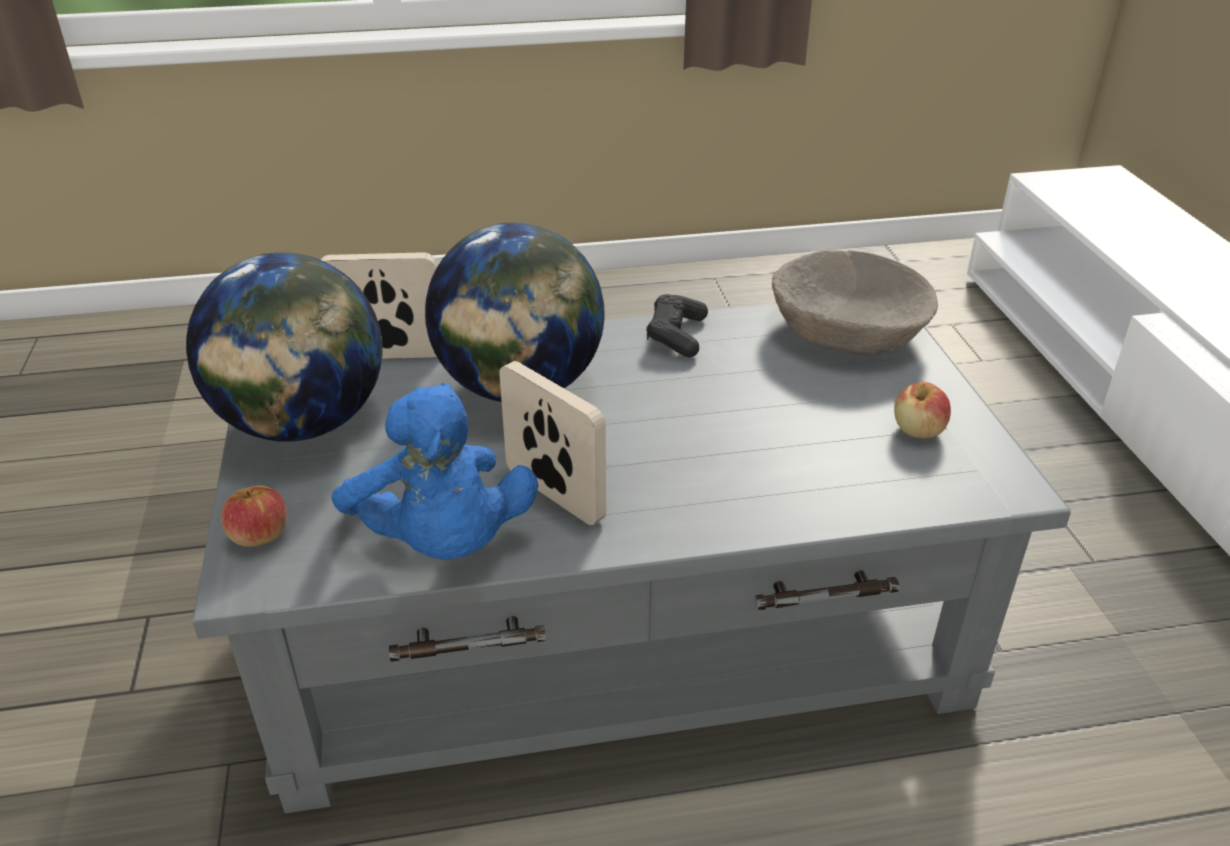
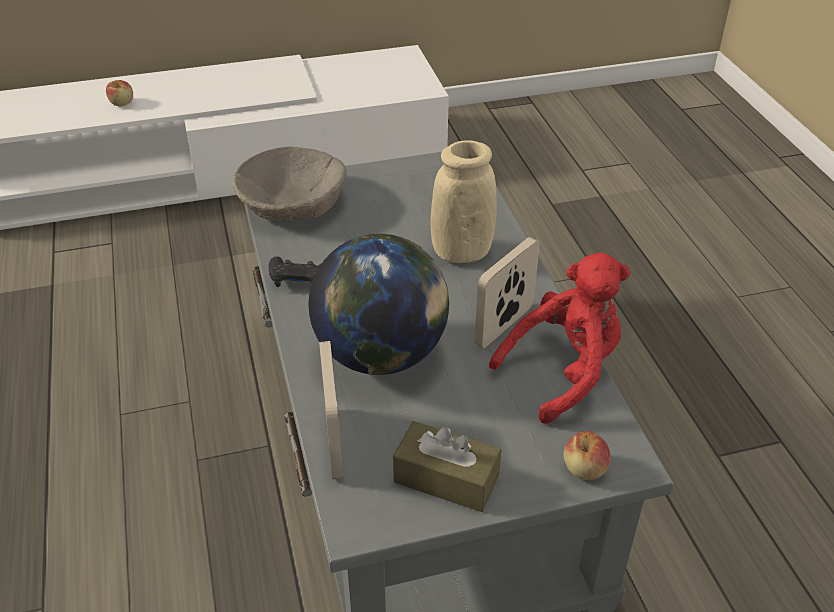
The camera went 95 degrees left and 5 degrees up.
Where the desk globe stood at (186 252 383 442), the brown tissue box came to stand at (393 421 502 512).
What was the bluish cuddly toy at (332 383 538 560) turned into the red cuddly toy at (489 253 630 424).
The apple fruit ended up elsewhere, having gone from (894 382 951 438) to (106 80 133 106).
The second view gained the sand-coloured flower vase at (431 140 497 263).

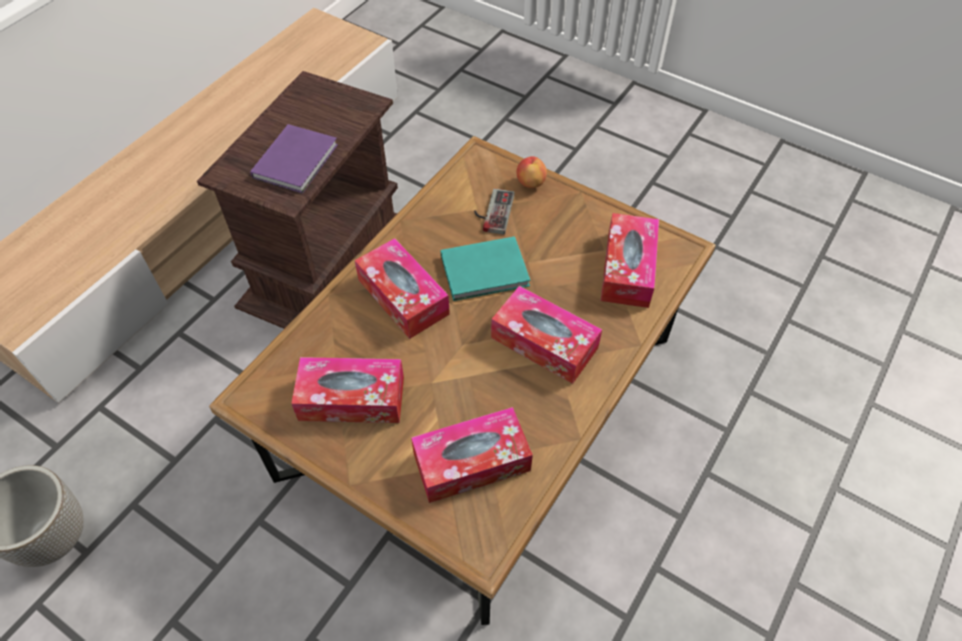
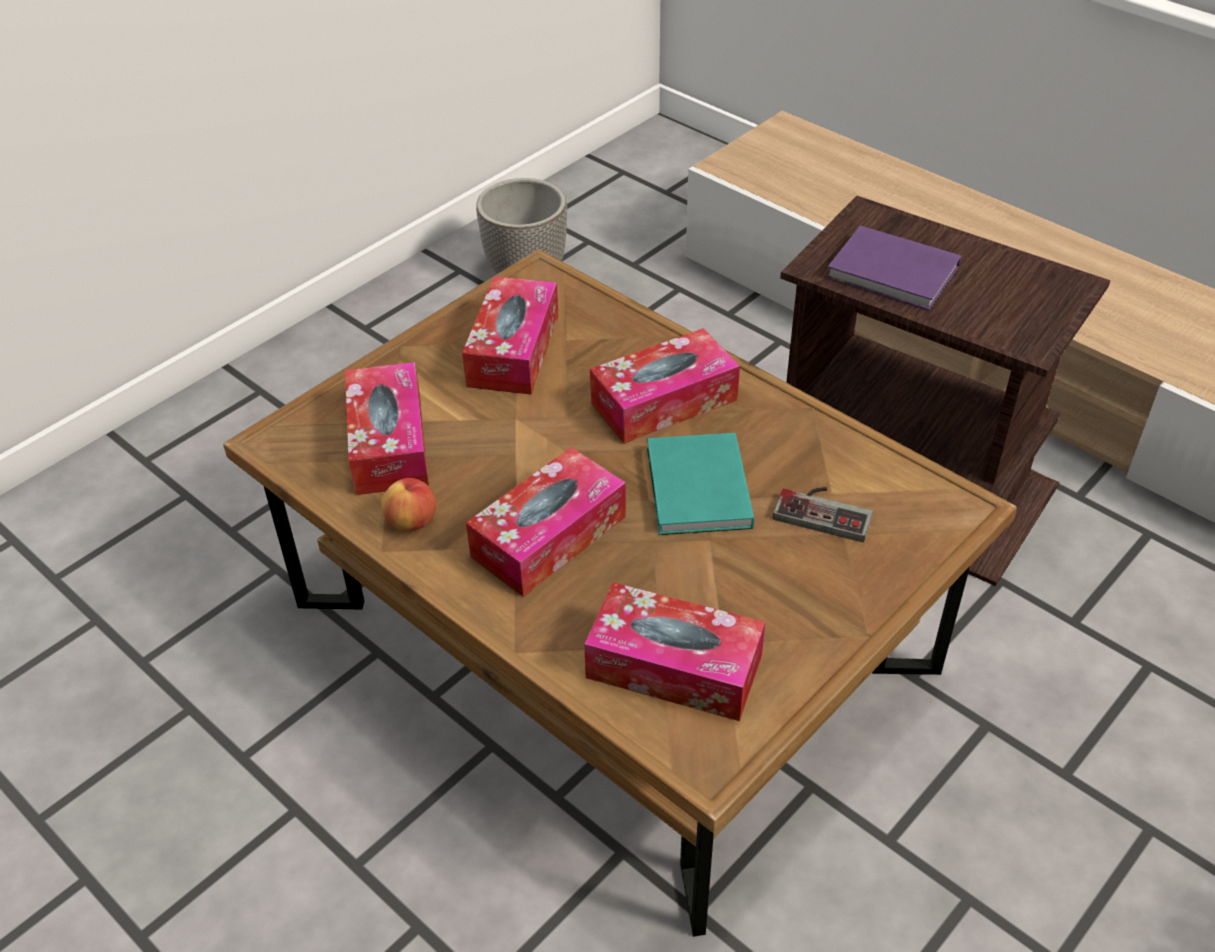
The camera went 100 degrees right and 10 degrees down.
The apple fruit ended up elsewhere, having gone from (517 156 547 188) to (381 478 436 531).

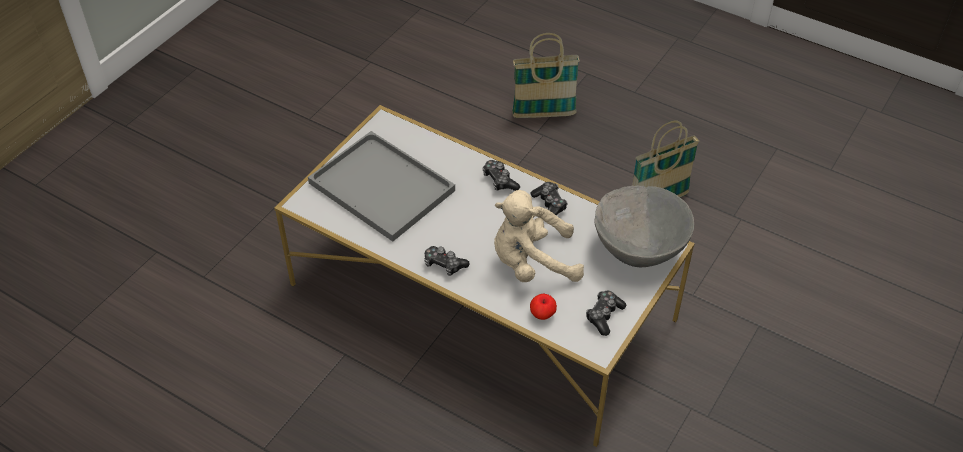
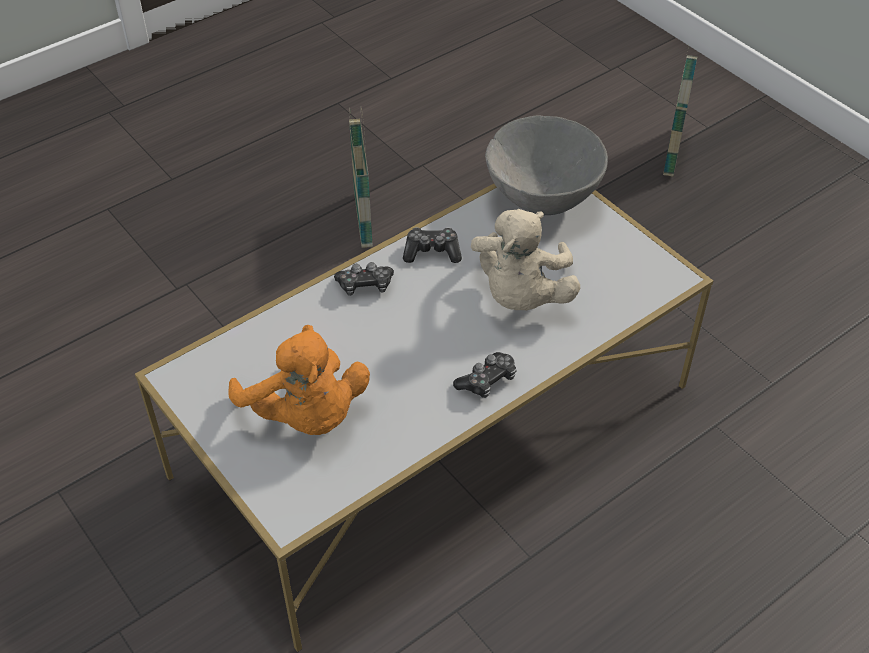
The camera went 70 degrees left and 0 degrees up.
Where the greyish carrying tray stood at (308 131 455 242), the orange cuddly toy came to stand at (228 325 370 435).
The household basket ended up elsewhere, having gone from (512 33 580 118) to (663 50 697 177).
The second view lost the apple fruit at (530 294 557 320).
The second view lost the game controller at (586 290 626 336).

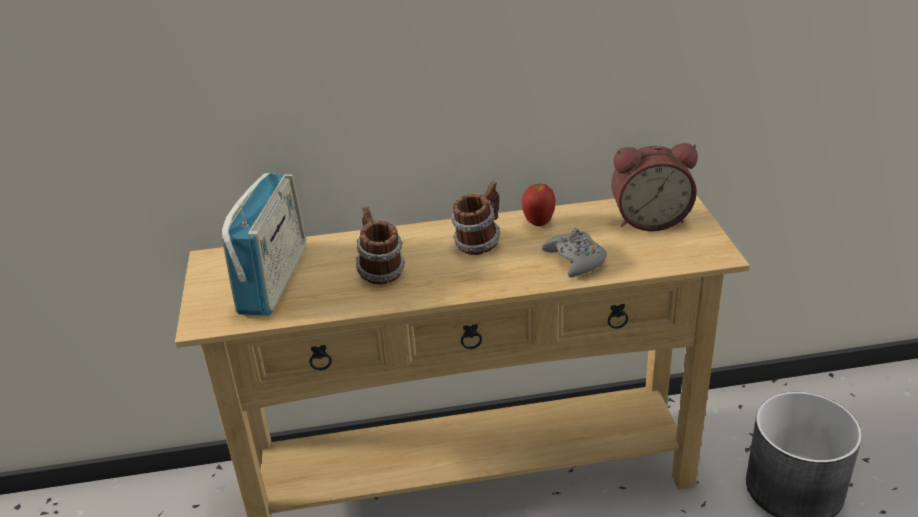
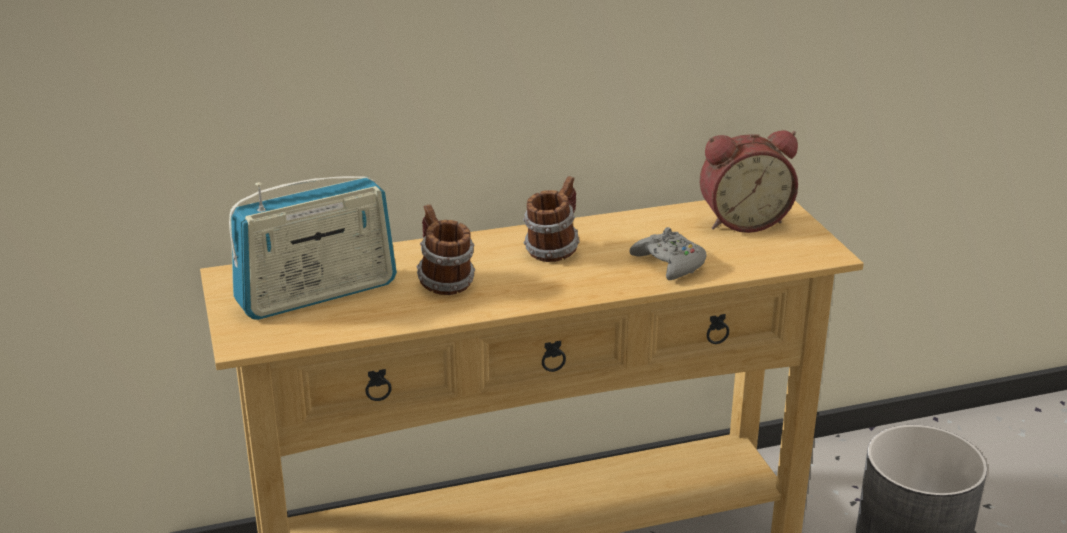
The camera went 10 degrees left and 5 degrees down.
The radio at (222 173 306 316) ended up facing another way, 60 degrees clockwise from before.
The second view lost the apple fruit at (522 184 556 226).

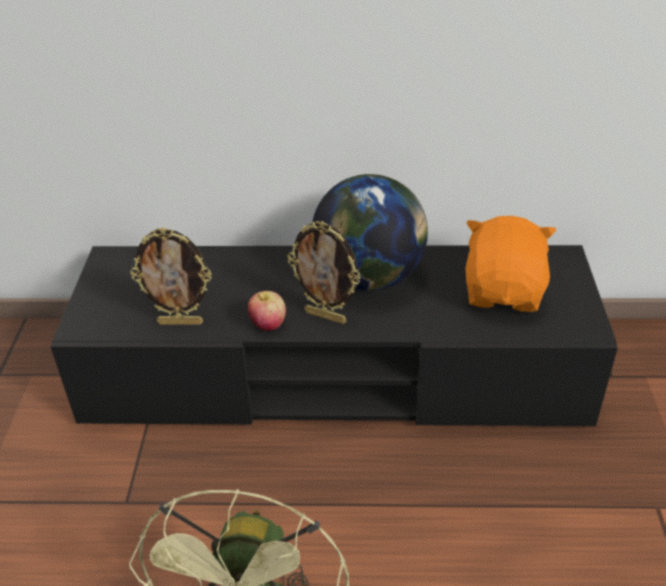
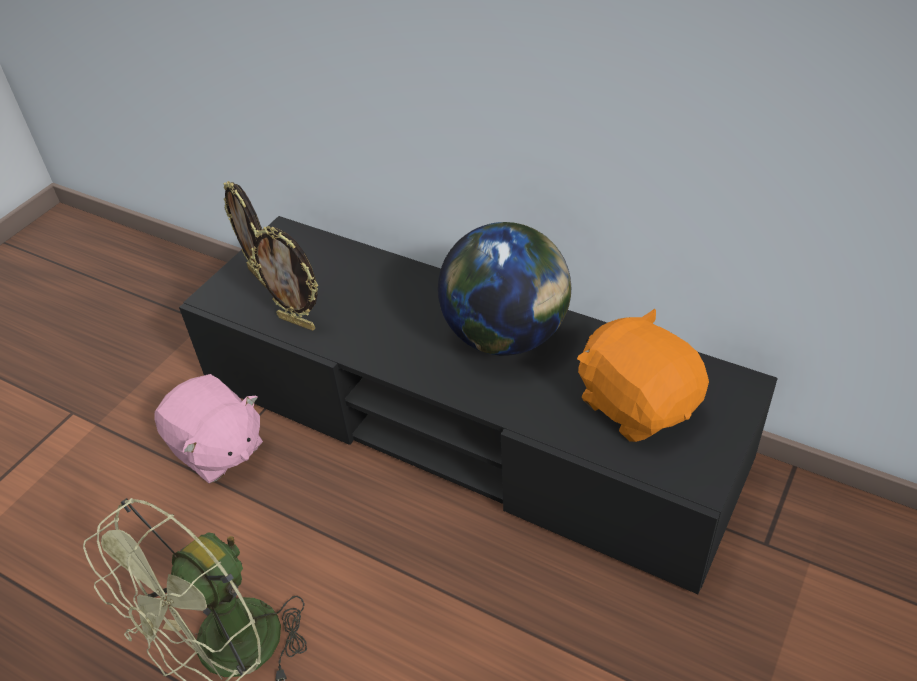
The camera went 30 degrees right and 5 degrees up.
The second view lost the apple fruit at (248 291 286 331).
The picture frame ended up elsewhere, having gone from (287 221 361 324) to (223 181 267 289).
The orange cuddly toy at (466 216 556 312) ended up facing another way, 75 degrees counterclockwise from before.
The second view gained the pink-coloured cuddly toy at (155 374 263 483).

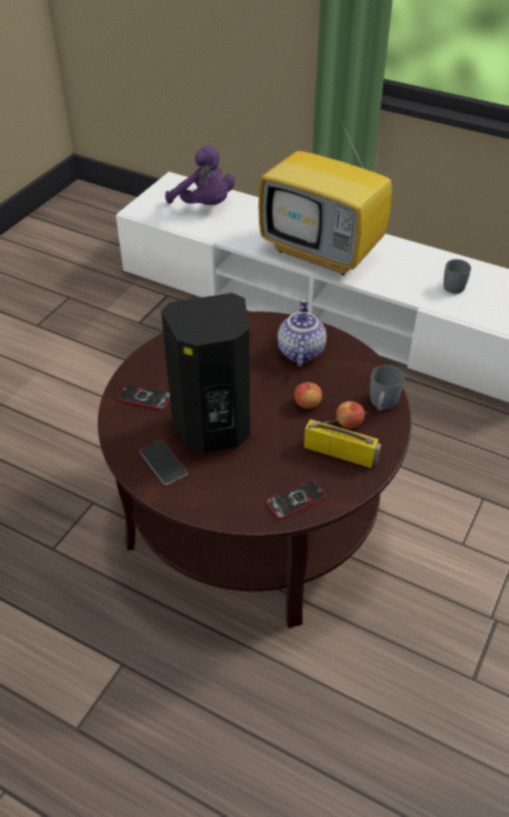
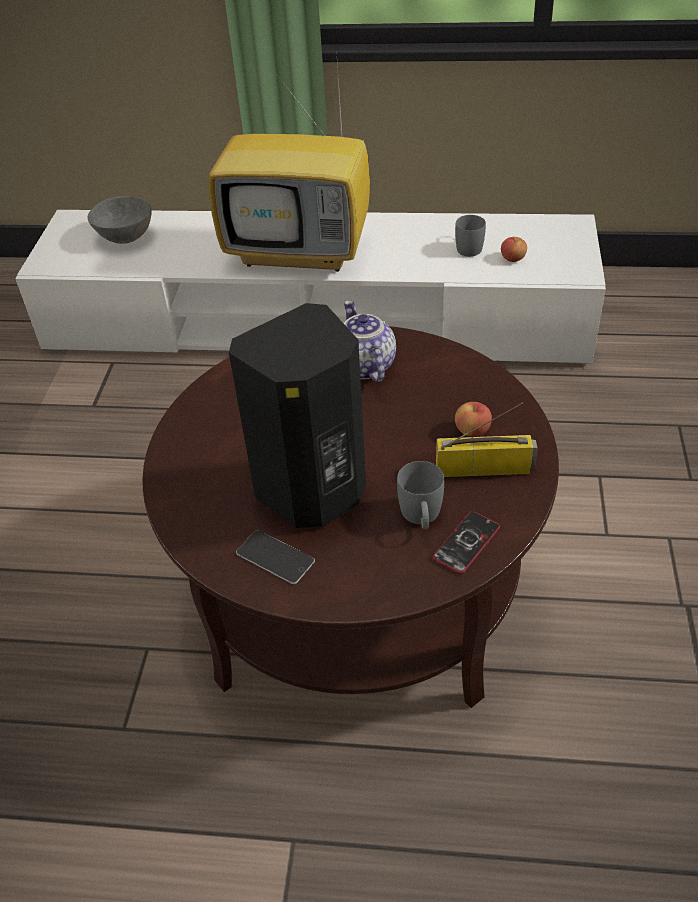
The camera went 20 degrees left and 0 degrees up.
The second view lost the phone at (118 384 170 410).
Where the purple cuddly toy stood at (165 145 235 205), the greyish bowl came to stand at (87 196 152 244).
The apple fruit ended up elsewhere, having gone from (294 382 322 409) to (501 237 527 262).
The greyish coffee mug ended up elsewhere, having gone from (370 365 404 411) to (397 461 444 529).

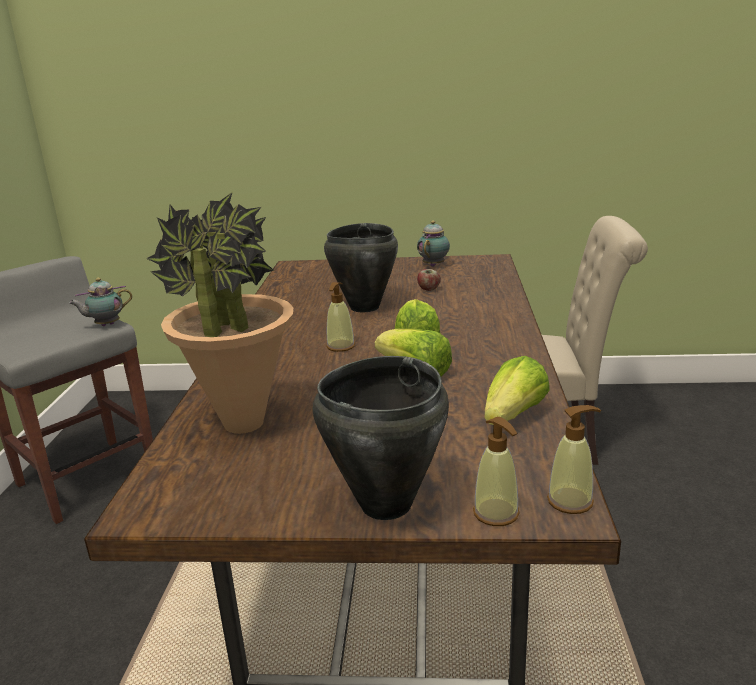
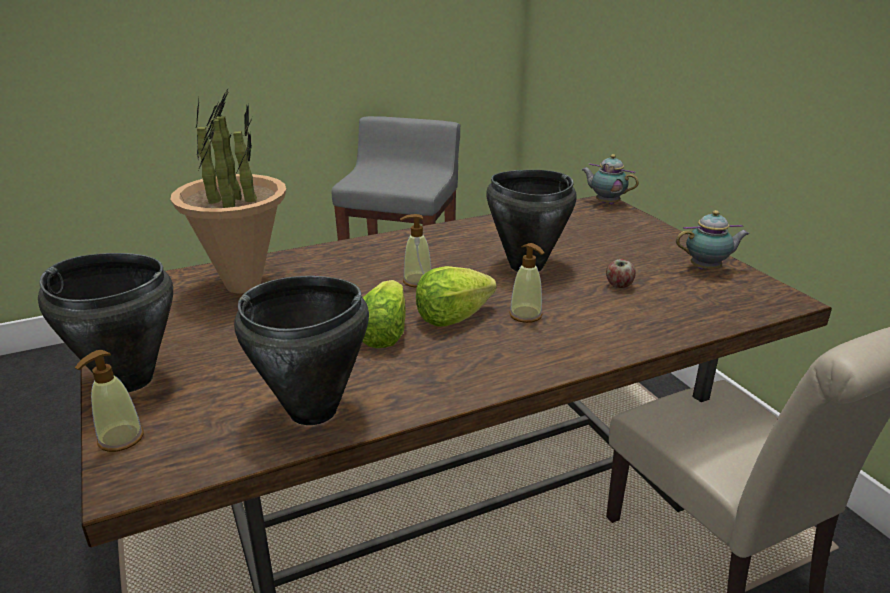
The camera went 60 degrees right and 5 degrees up.
The teapot ended up elsewhere, having gone from (69 278 132 326) to (581 154 639 205).
Where the head of lettuce stood at (484 356 550 425), the black cooking pot came to stand at (234 276 369 425).
The soap dispenser ended up elsewhere, having gone from (547 405 601 514) to (509 243 544 323).

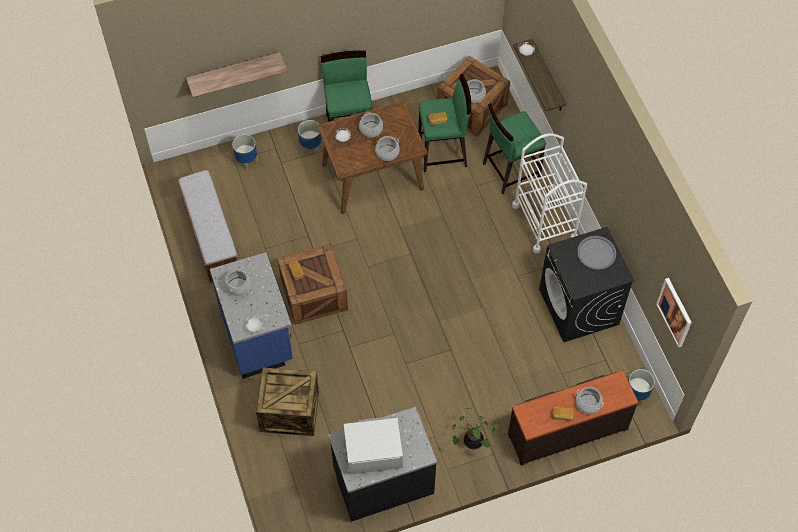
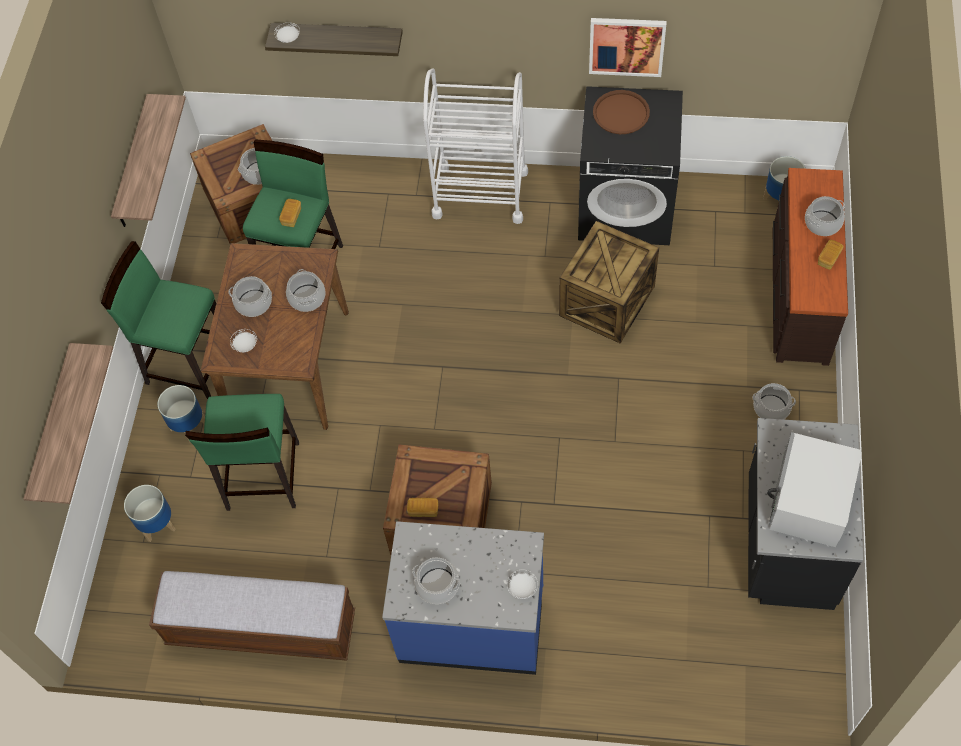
The camera went 60 degrees left and 0 degrees up.
The crate ended up elsewhere, having gone from (256 368 319 436) to (559 221 659 344).
Where the potted plant stood at (452 408 499 450), the cooking pot came to stand at (753 383 796 420).
The green stool seat ended up elsewhere, having gone from (483 103 546 194) to (185 394 299 511).
What was the greyish carrying tray at (577 236 616 270) turned into the brown carrying tray at (593 90 650 134).
The picture ended up elsewhere, having gone from (656 278 692 348) to (589 18 667 77).
The second view gained the shelf at (111 94 186 227).

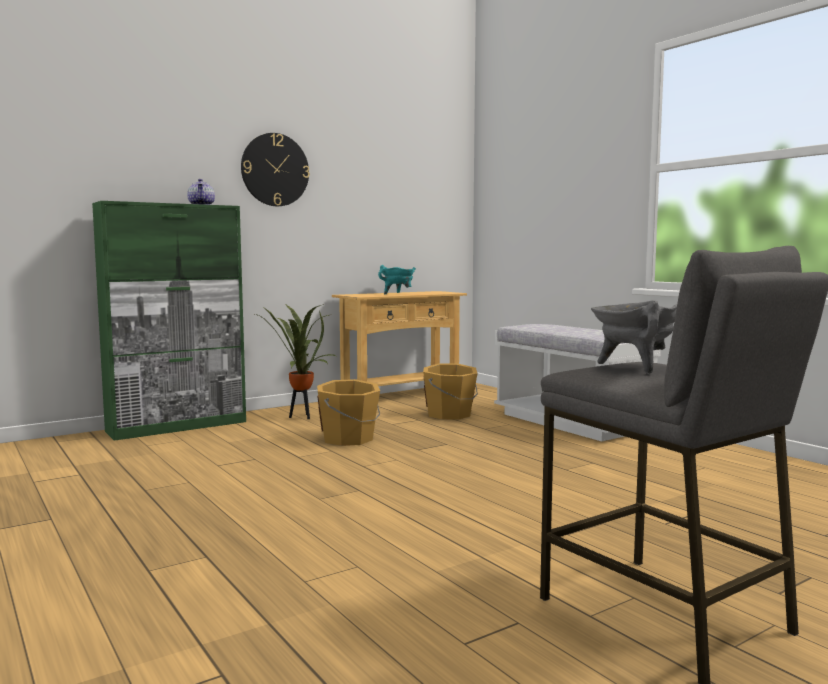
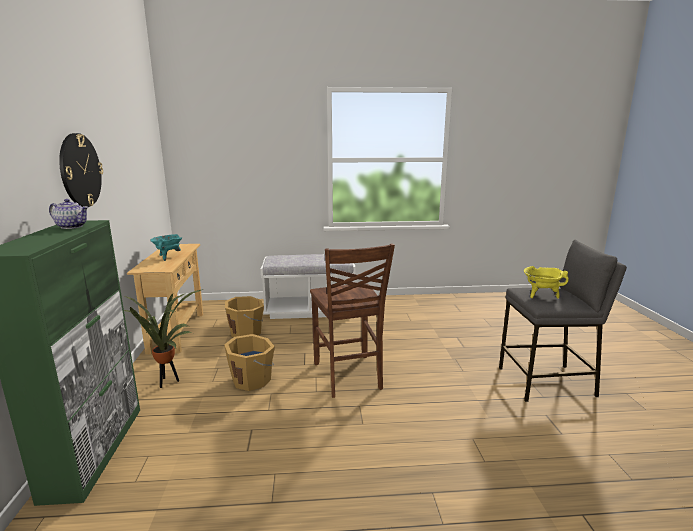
The camera went 60 degrees left and 10 degrees up.
What was the greyish cooking pot at (591 300 677 374) turned into the yellow cooking pot at (524 266 569 299).
The second view gained the brown plain chair at (310 244 395 398).

